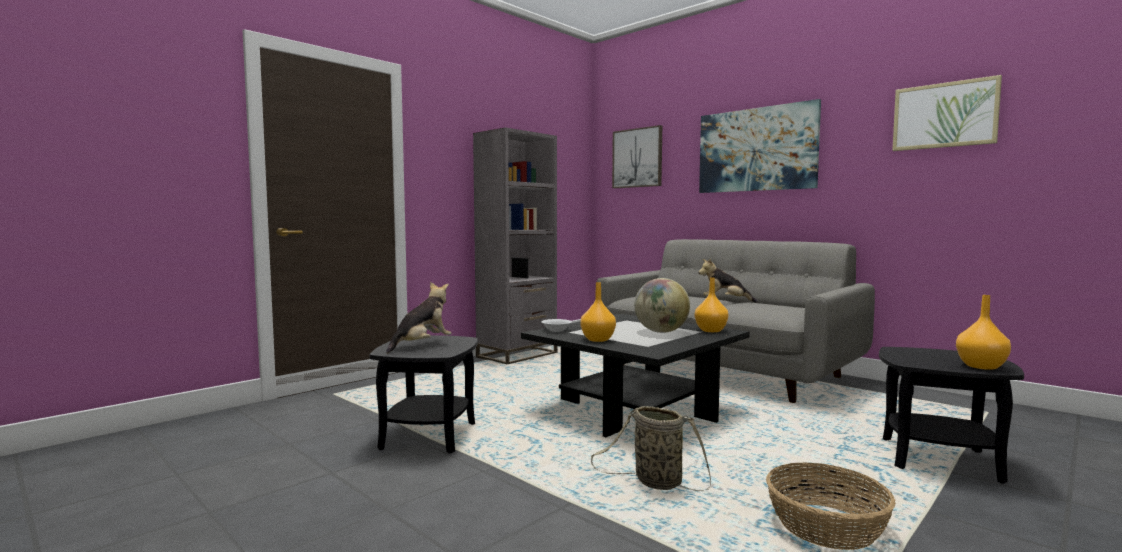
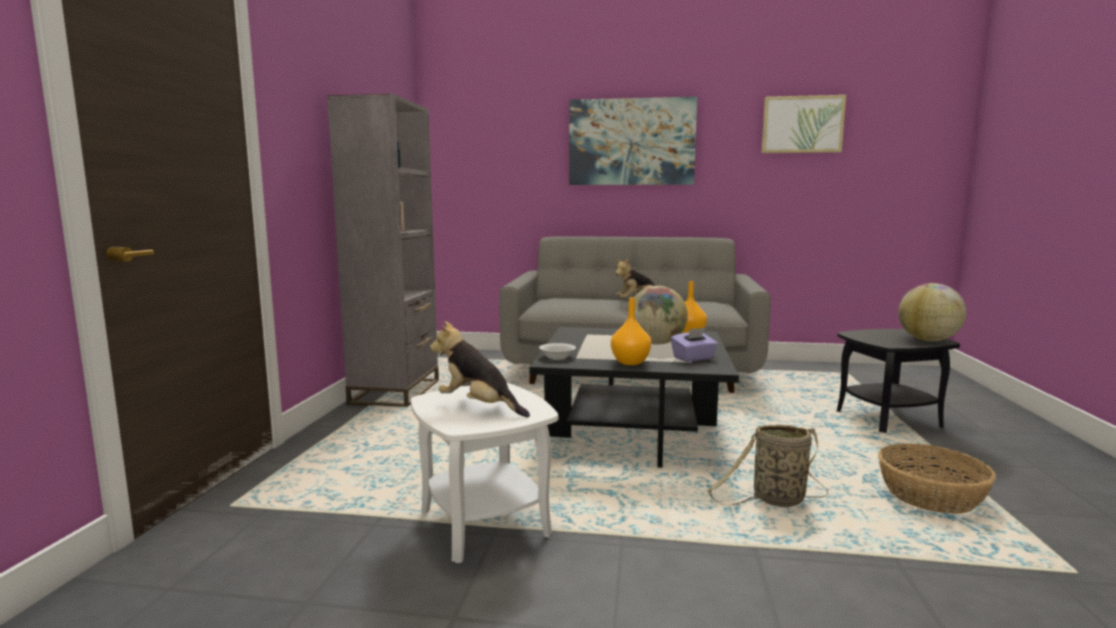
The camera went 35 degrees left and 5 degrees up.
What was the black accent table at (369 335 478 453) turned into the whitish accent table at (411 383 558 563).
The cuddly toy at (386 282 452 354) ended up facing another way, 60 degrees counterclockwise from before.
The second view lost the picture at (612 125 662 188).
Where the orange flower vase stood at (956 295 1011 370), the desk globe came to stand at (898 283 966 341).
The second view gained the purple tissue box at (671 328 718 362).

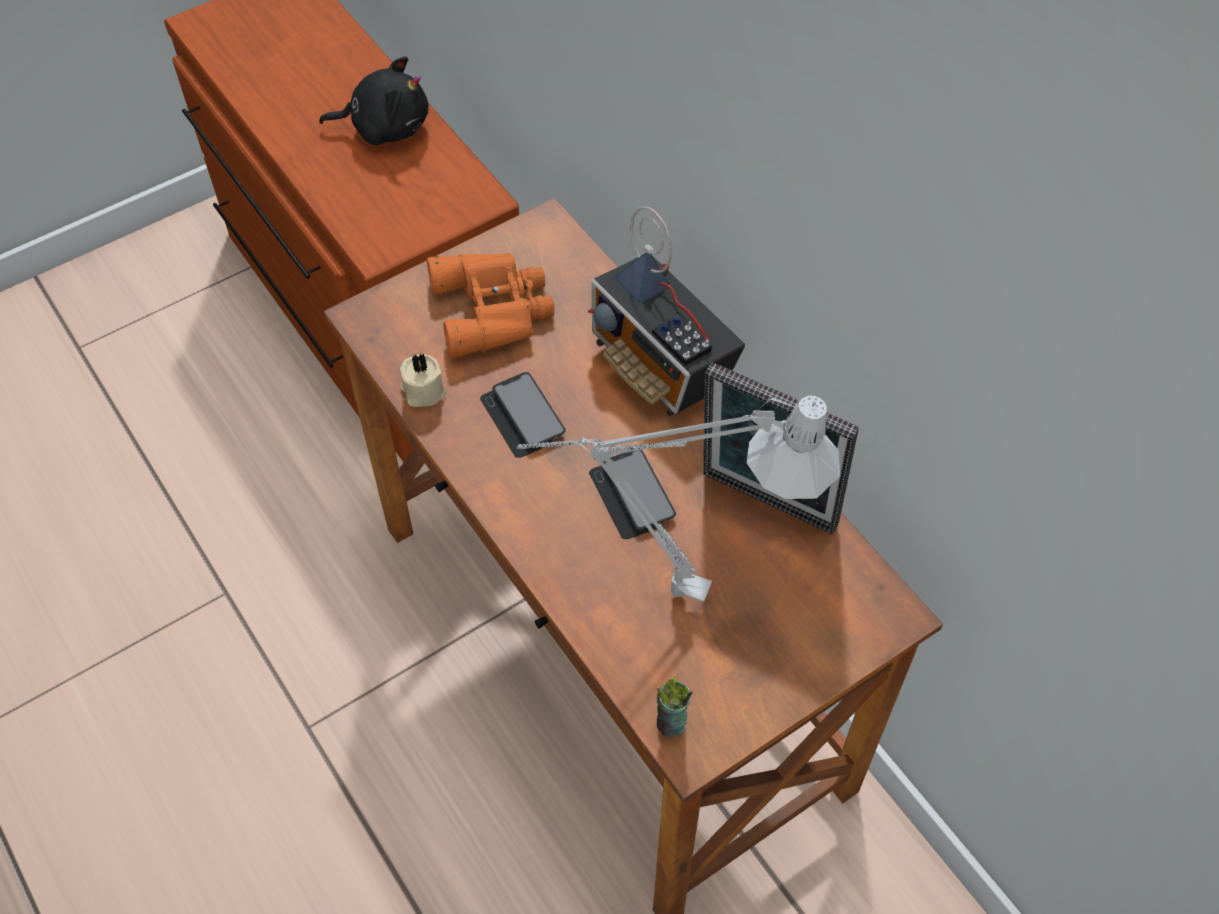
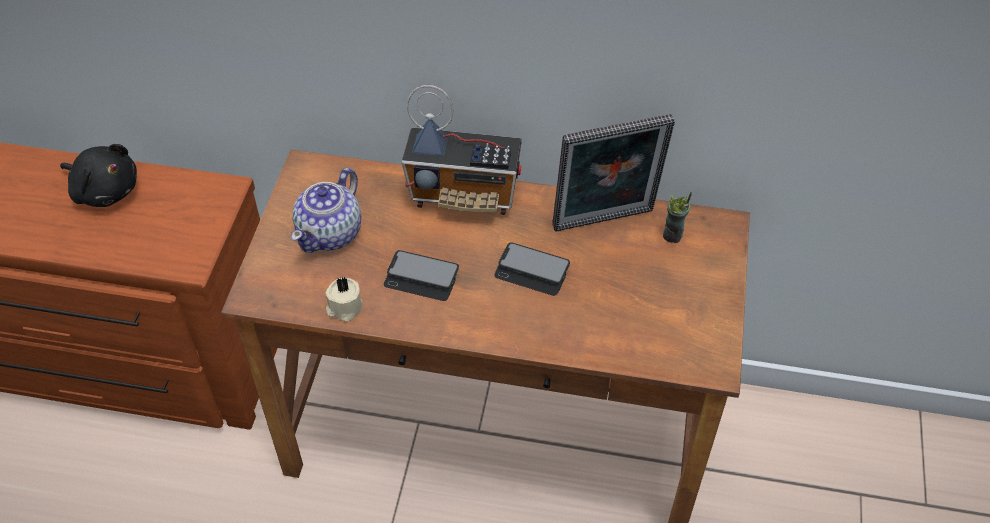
The camera went 45 degrees left and 5 degrees down.
The black cuddly toy at (319 56 428 145) ended up facing another way, 75 degrees clockwise from before.
Where the orange binoculars stood at (427 253 555 358), the teapot came to stand at (291 168 361 253).
The second view lost the greyish tabletop lamp at (517 396 840 602).
The cup ended up elsewhere, having gone from (657 674 693 738) to (663 192 692 243).

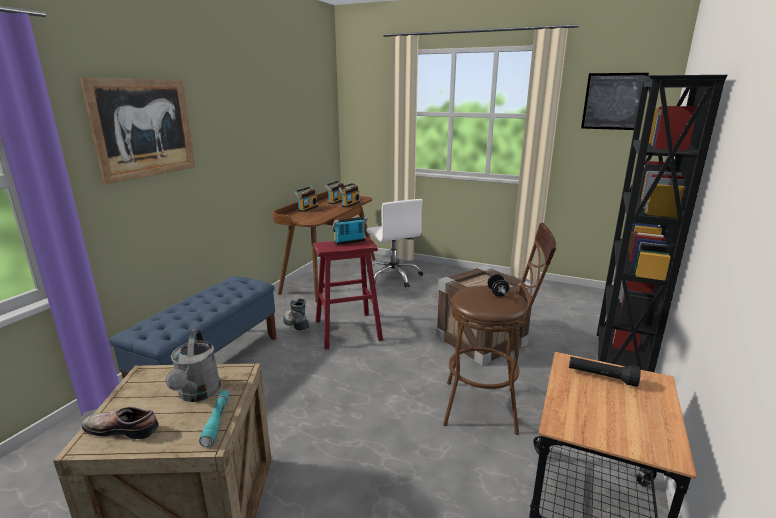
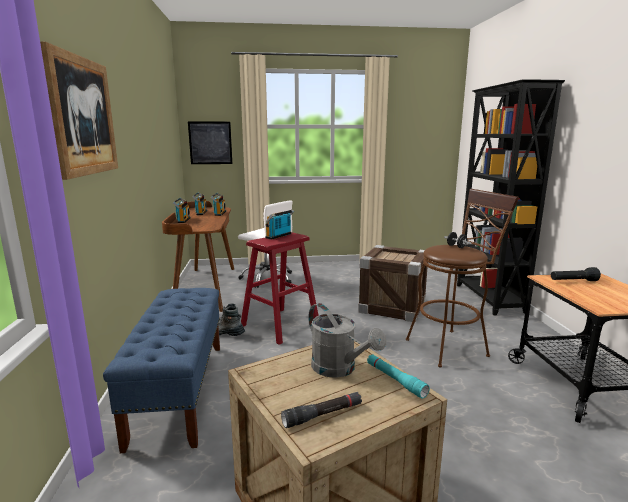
The camera went 30 degrees left and 5 degrees down.
Where the low shoe stood at (82 407 159 439), the black flashlight came to stand at (281 392 362 428).
The picture ended up elsewhere, having gone from (581 73 649 130) to (188 122 232 164).

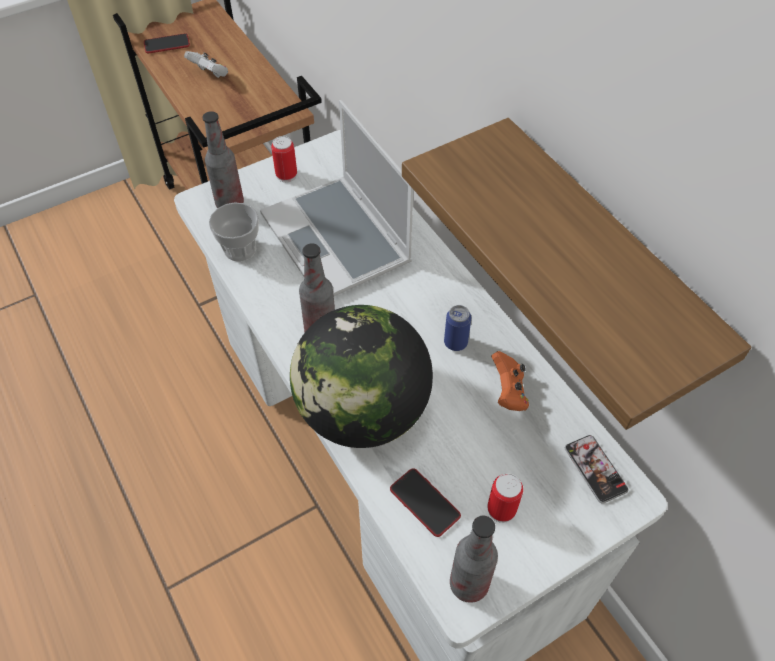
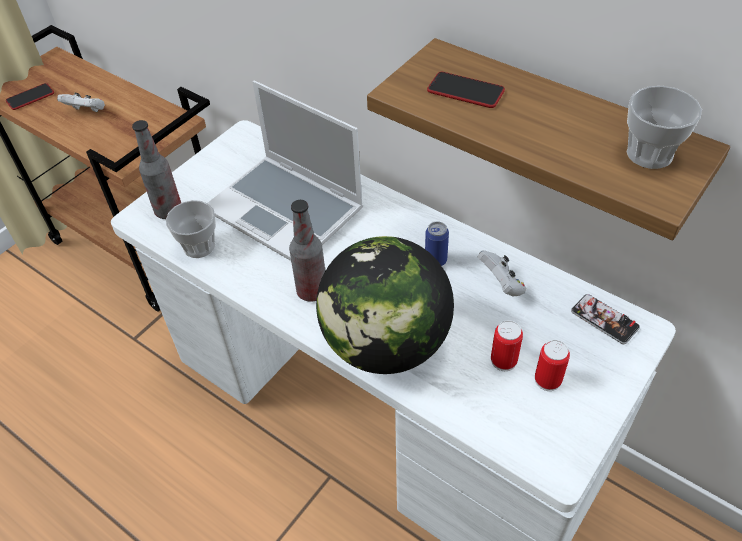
The camera went 20 degrees left and 5 degrees down.
The metal can ended up elsewhere, having gone from (271 136 297 182) to (491 320 523 371).
The phone ended up elsewhere, having gone from (390 468 461 537) to (427 72 505 108).
The second view lost the beverage bottle at (450 516 498 603).
What was the orange game controller at (491 351 529 411) turned into the whitish game controller at (478 250 526 297).
The second view gained the cup at (627 86 702 169).

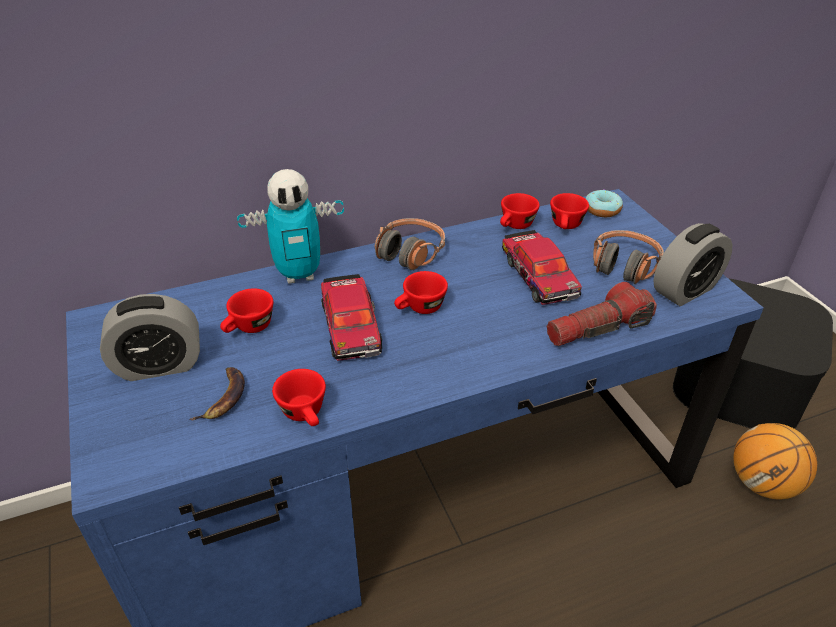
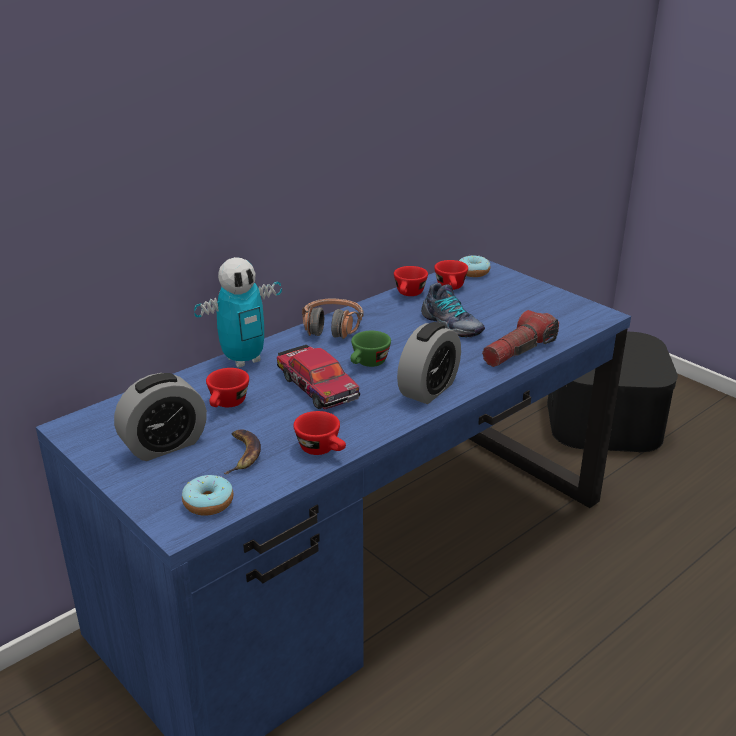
The camera went 20 degrees left and 10 degrees down.
What was the red cup at (394 271 448 314) turned into the green cup at (350 331 391 367).
Where the model car stood at (502 230 582 305), the low shoe came to stand at (421 283 485 338).
The second view lost the headphones at (593 230 664 284).
The bedside clock ended up elsewhere, having gone from (654 223 732 306) to (397 322 461 404).
The second view lost the ball for basketball at (733 423 817 499).
The second view gained the donut at (182 475 233 516).

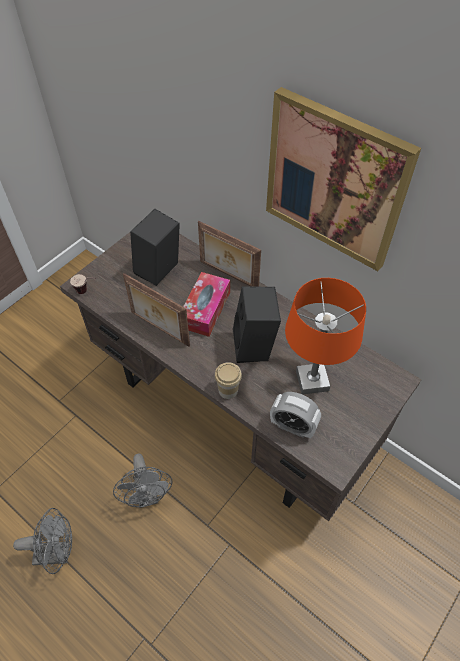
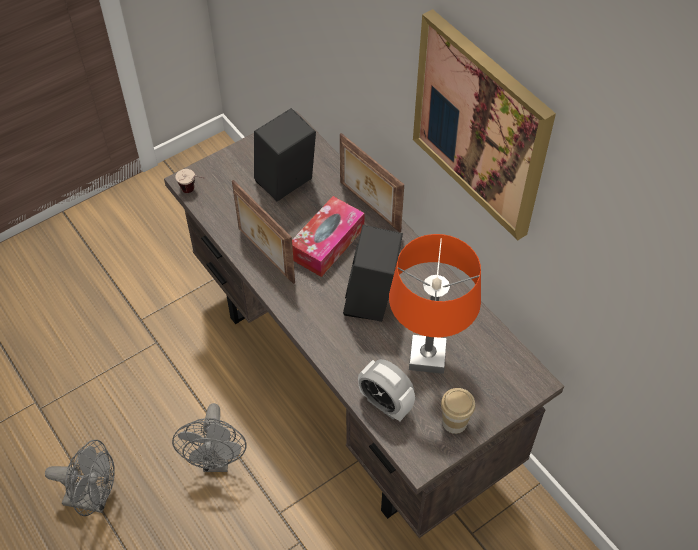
The camera went 15 degrees right and 0 degrees up.
The cup ended up elsewhere, having gone from (215 362 242 399) to (441 388 475 434).

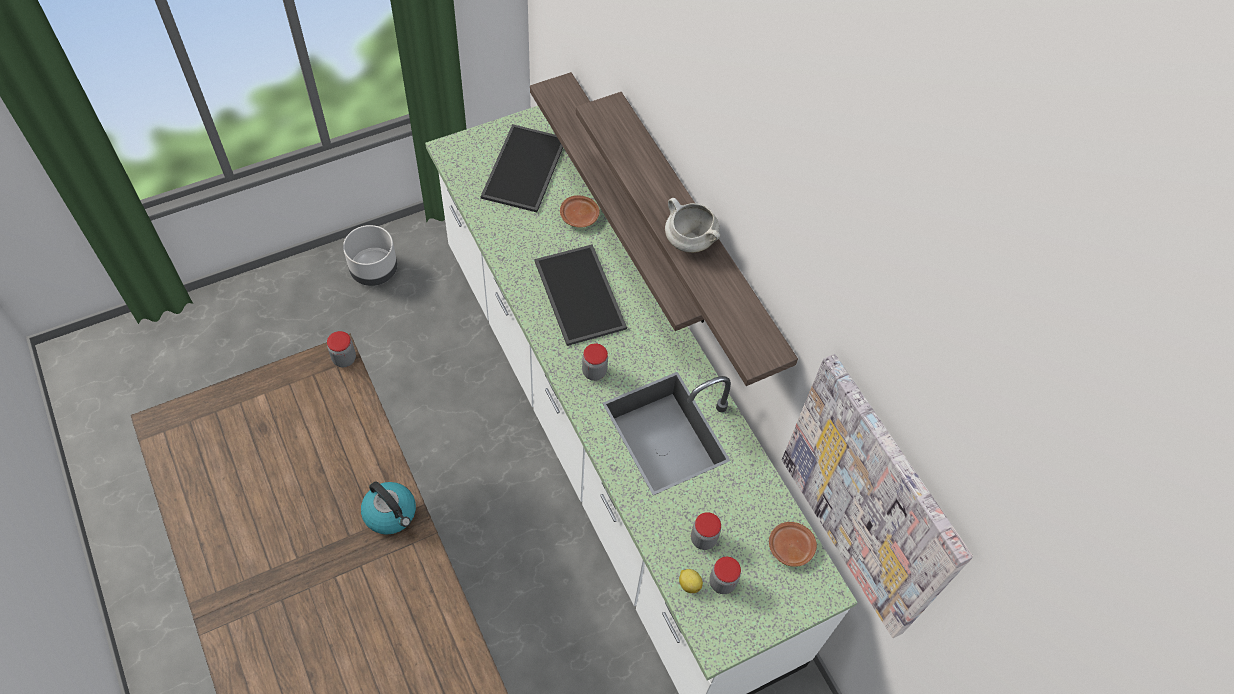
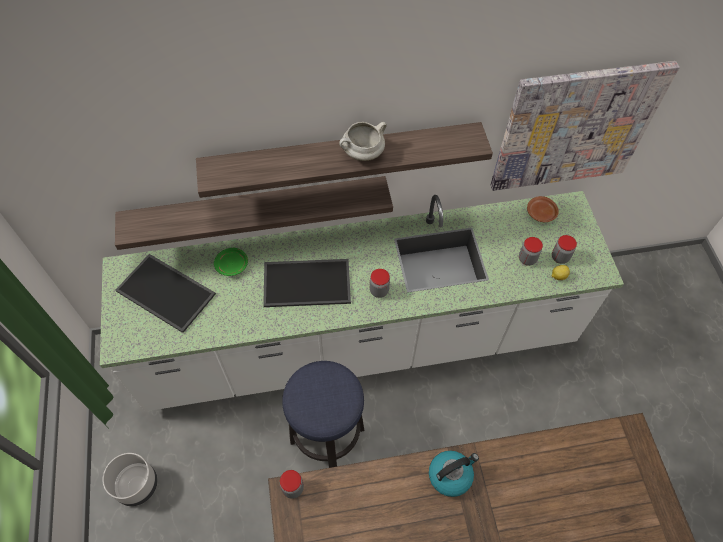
The camera went 70 degrees left and 0 degrees up.
What was the brown plate at (560 195 600 228) turned into the green plate at (214 248 248 276).
The second view gained the stool seat at (282 361 364 468).

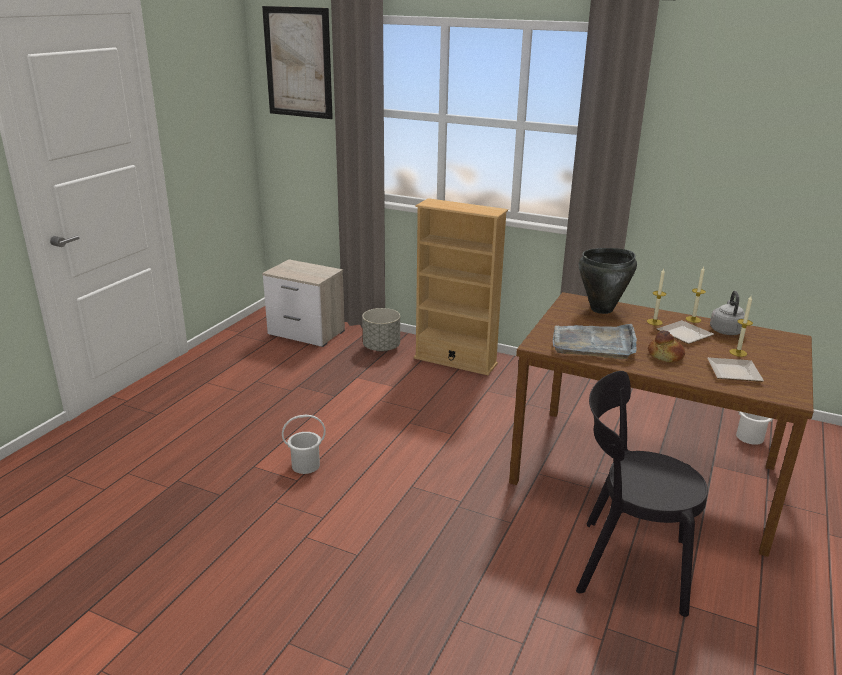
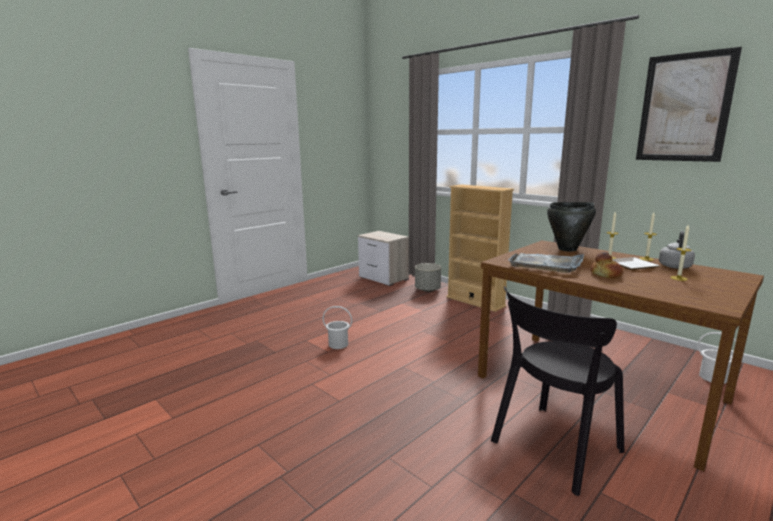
The camera went 20 degrees right and 10 degrees down.
The picture ended up elsewhere, having gone from (262 6 333 119) to (636 47 742 162).
The black plain chair at (576 371 708 617) ended up facing another way, 75 degrees counterclockwise from before.
The second view lost the plate at (708 358 764 382).

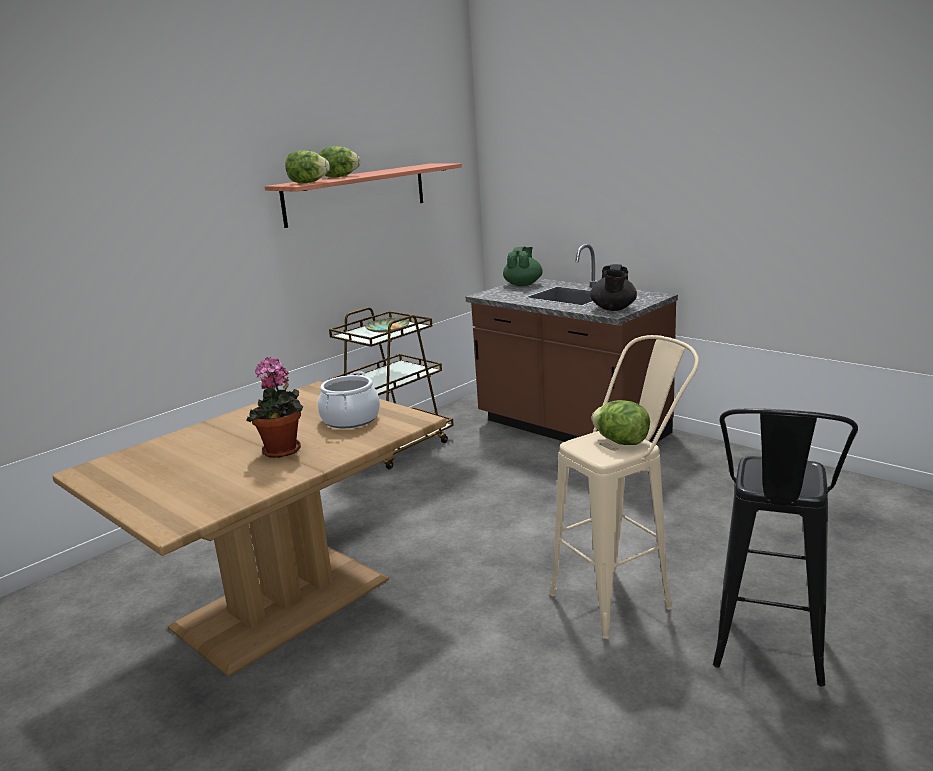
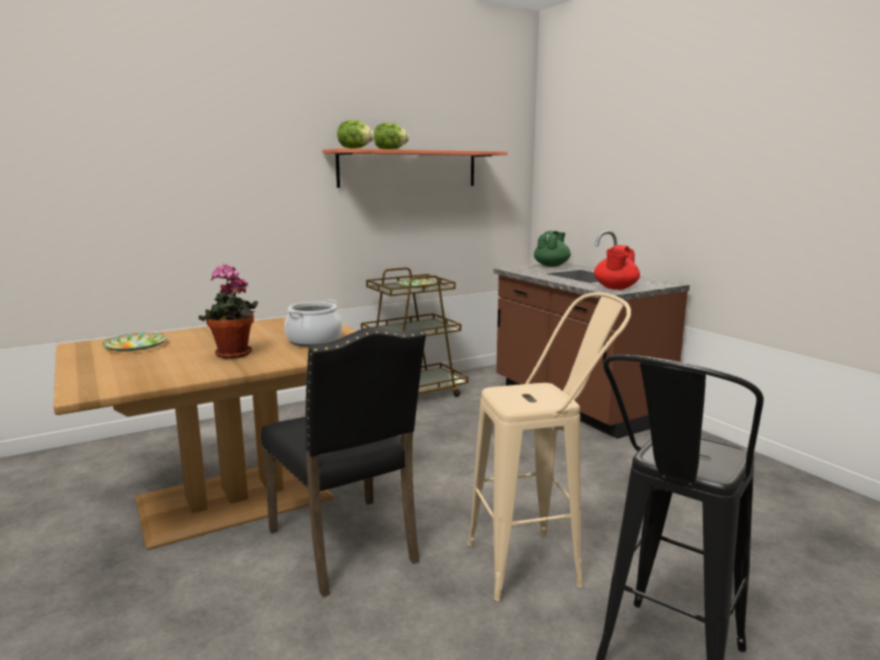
The camera went 15 degrees right and 5 degrees down.
What was the black teapot at (590 264 637 311) turned into the red teapot at (594 245 640 290).
The second view lost the head of lettuce at (591 400 650 445).
The second view gained the plate at (102 333 167 351).
The second view gained the black plain chair at (261 327 426 597).

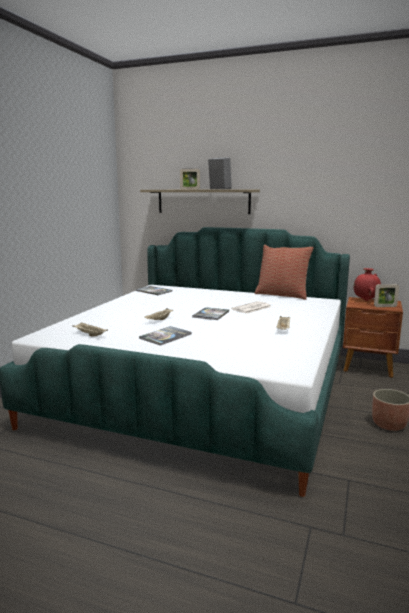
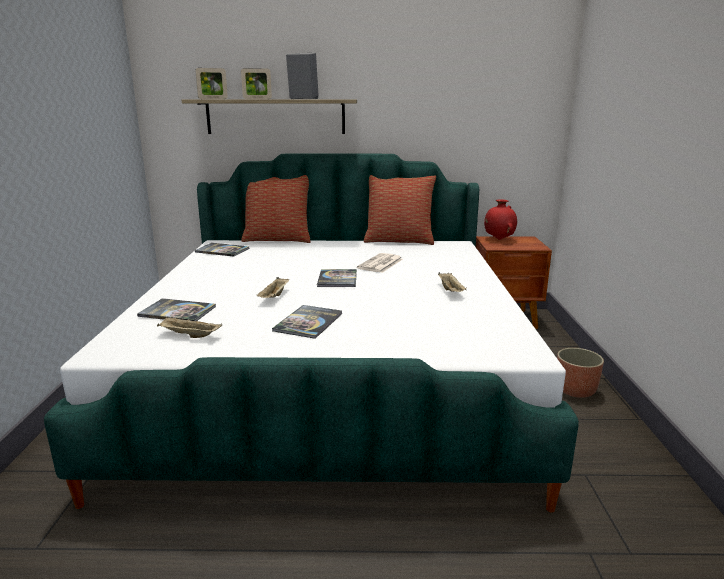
The camera went 20 degrees left and 5 degrees up.
The picture frame ended up elsewhere, having gone from (374 284 399 307) to (195 68 228 99).
The second view gained the bound book at (137 298 216 321).
The second view gained the throw pillow at (241 175 310 243).

